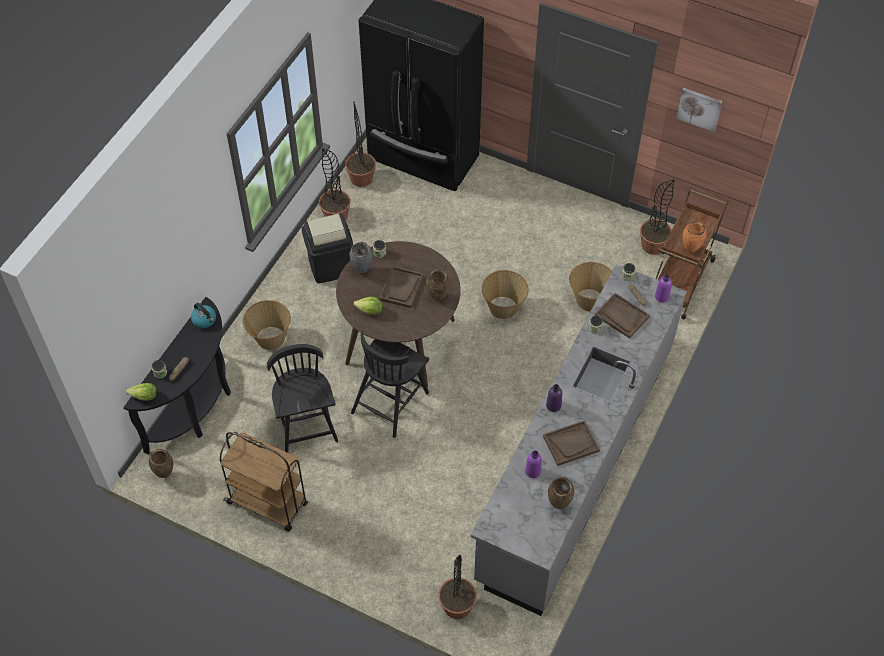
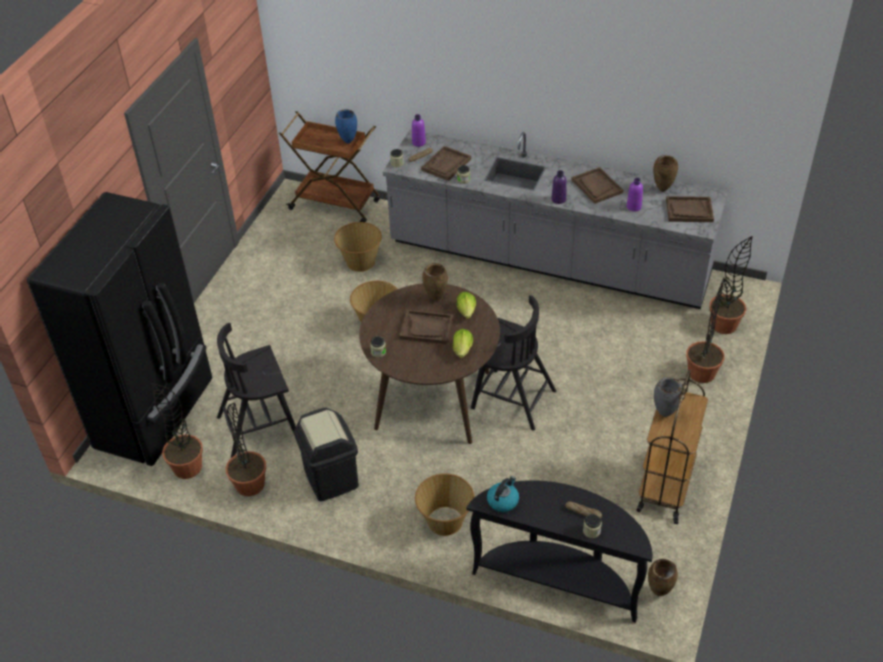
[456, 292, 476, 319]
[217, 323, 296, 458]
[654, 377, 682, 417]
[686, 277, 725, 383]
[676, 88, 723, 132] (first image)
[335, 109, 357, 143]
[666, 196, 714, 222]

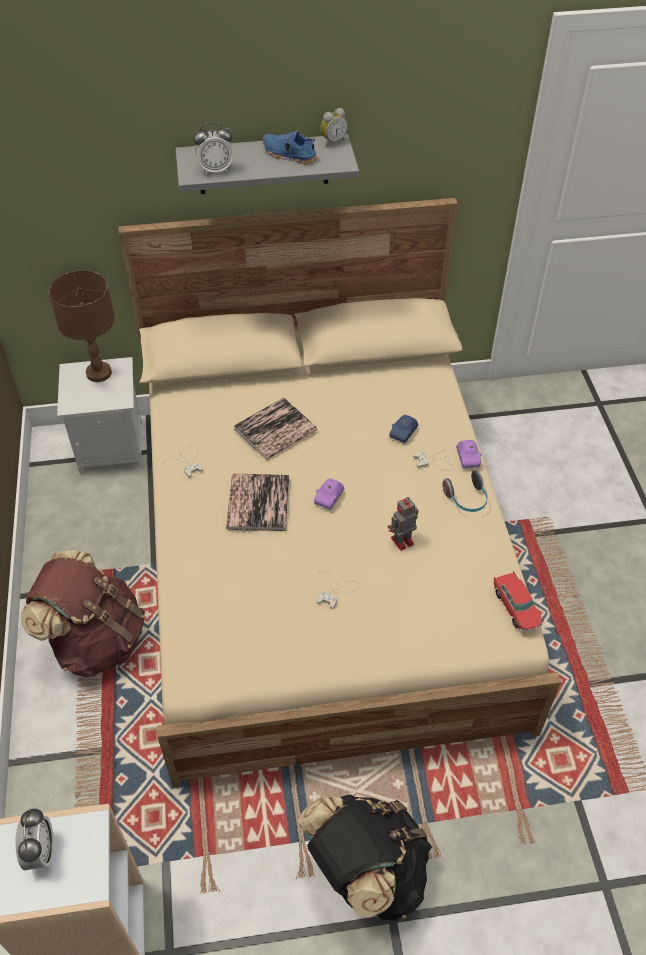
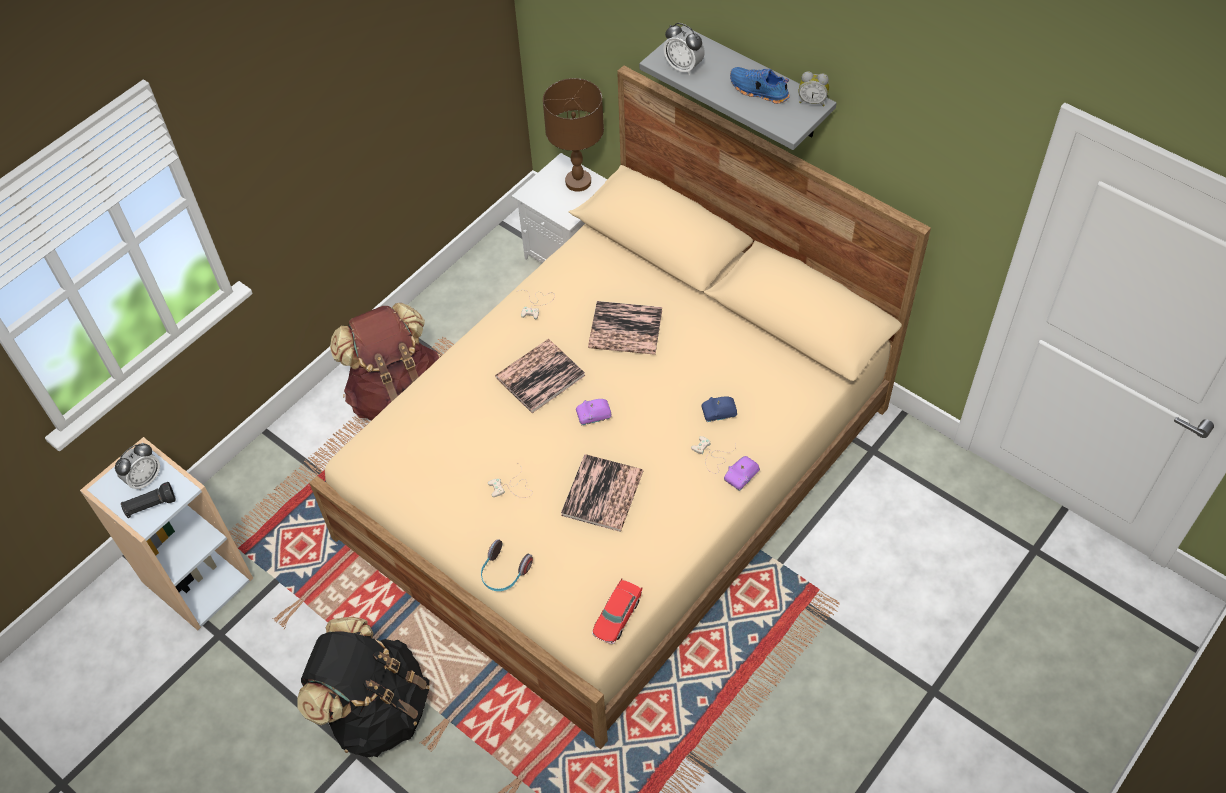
[730, 67, 790, 104]
[561, 454, 643, 532]
[481, 539, 533, 591]
[121, 482, 176, 518]

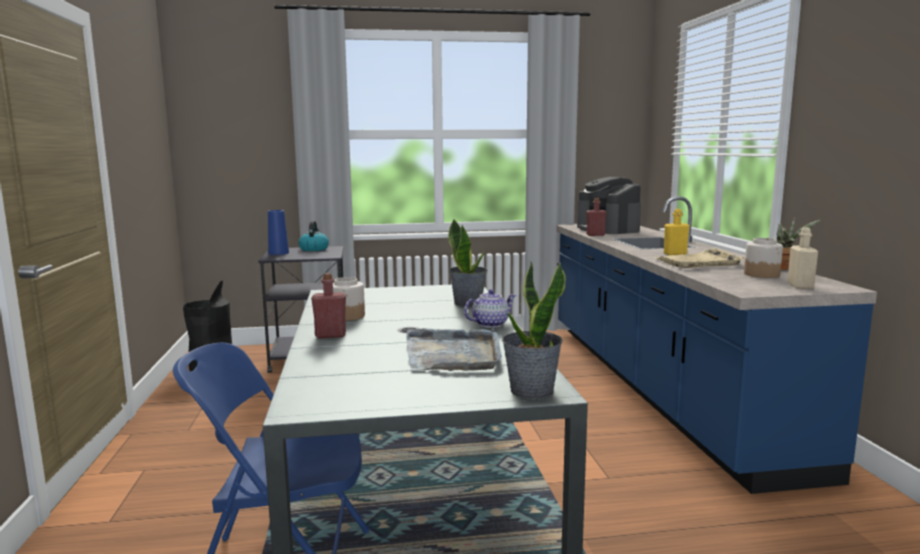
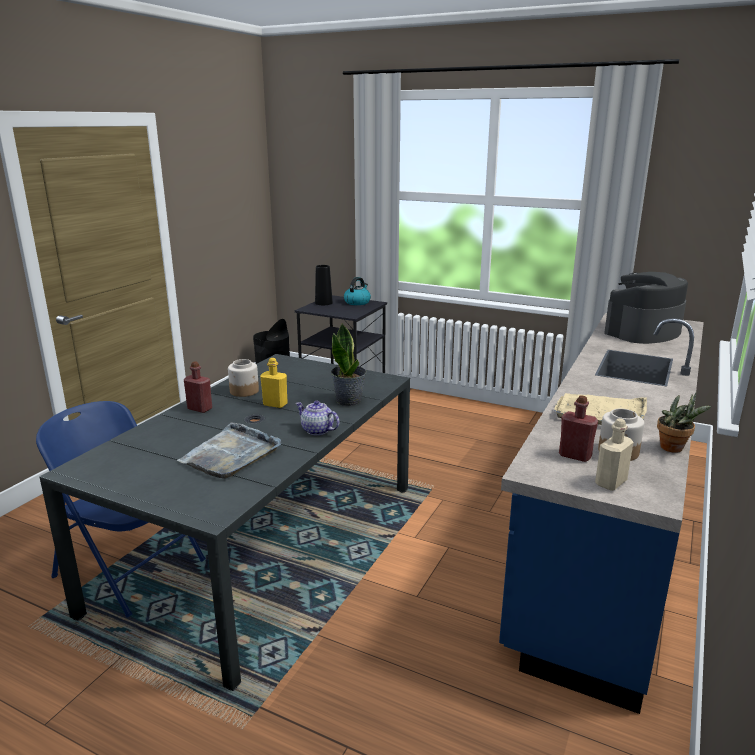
[315, 265, 333, 305]
[296, 401, 340, 436]
[502, 261, 566, 399] (first image)
[604, 272, 688, 344]
[559, 395, 598, 462]
[260, 358, 288, 408]

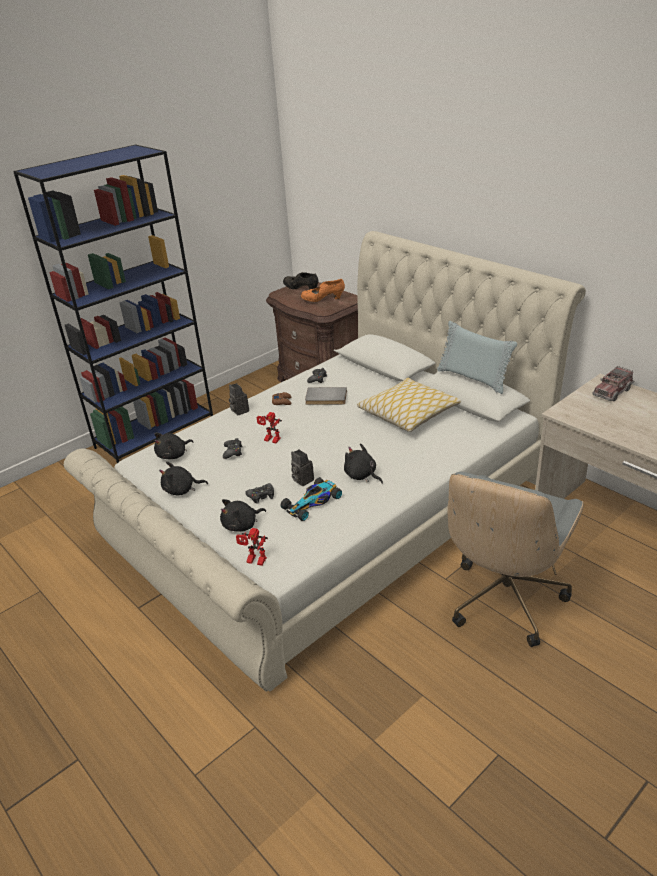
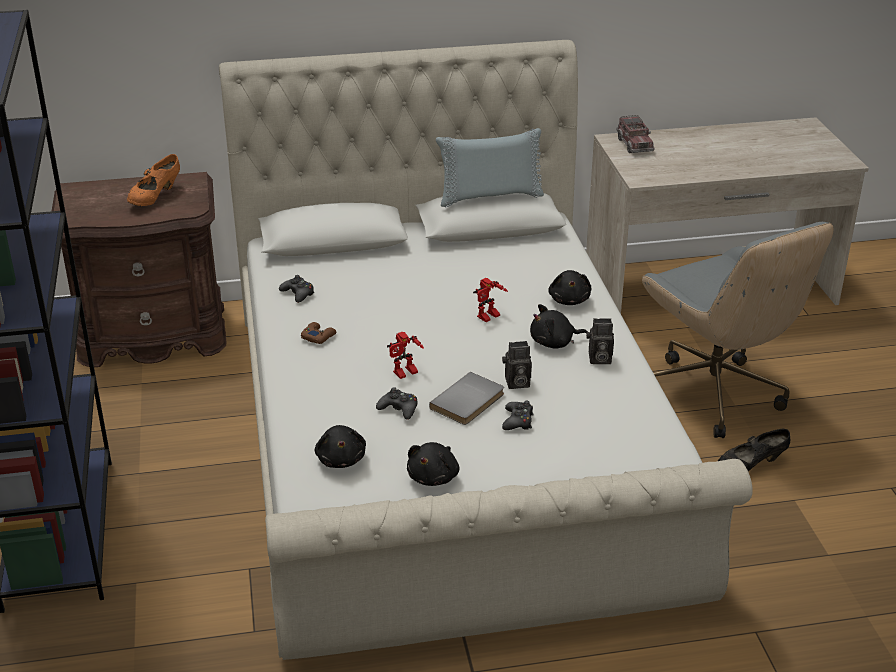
[548, 270, 591, 305]
[586, 318, 614, 364]
[473, 278, 508, 322]
[280, 477, 342, 521] (first image)
[718, 429, 790, 471]
[429, 372, 504, 425]
[357, 378, 461, 432] (first image)

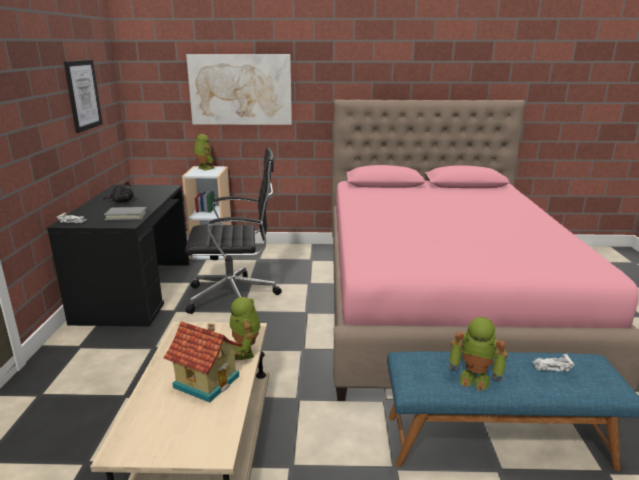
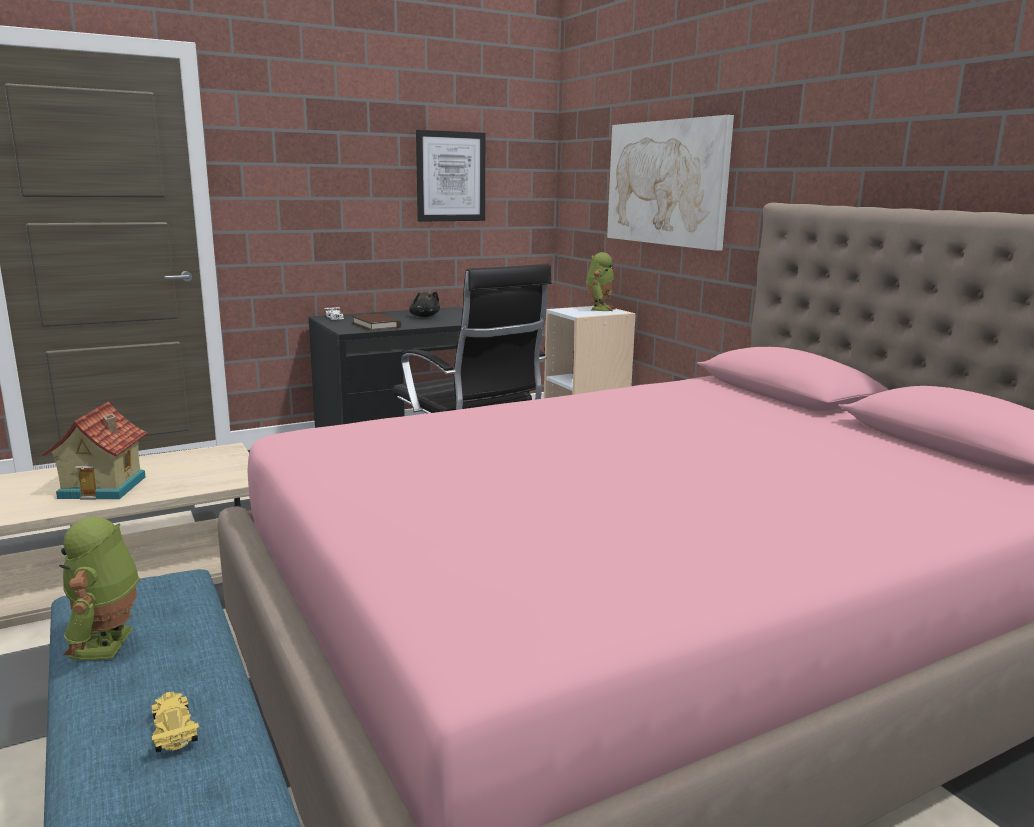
[352, 314, 401, 331]
[230, 297, 260, 360] (first image)
[151, 692, 199, 752]

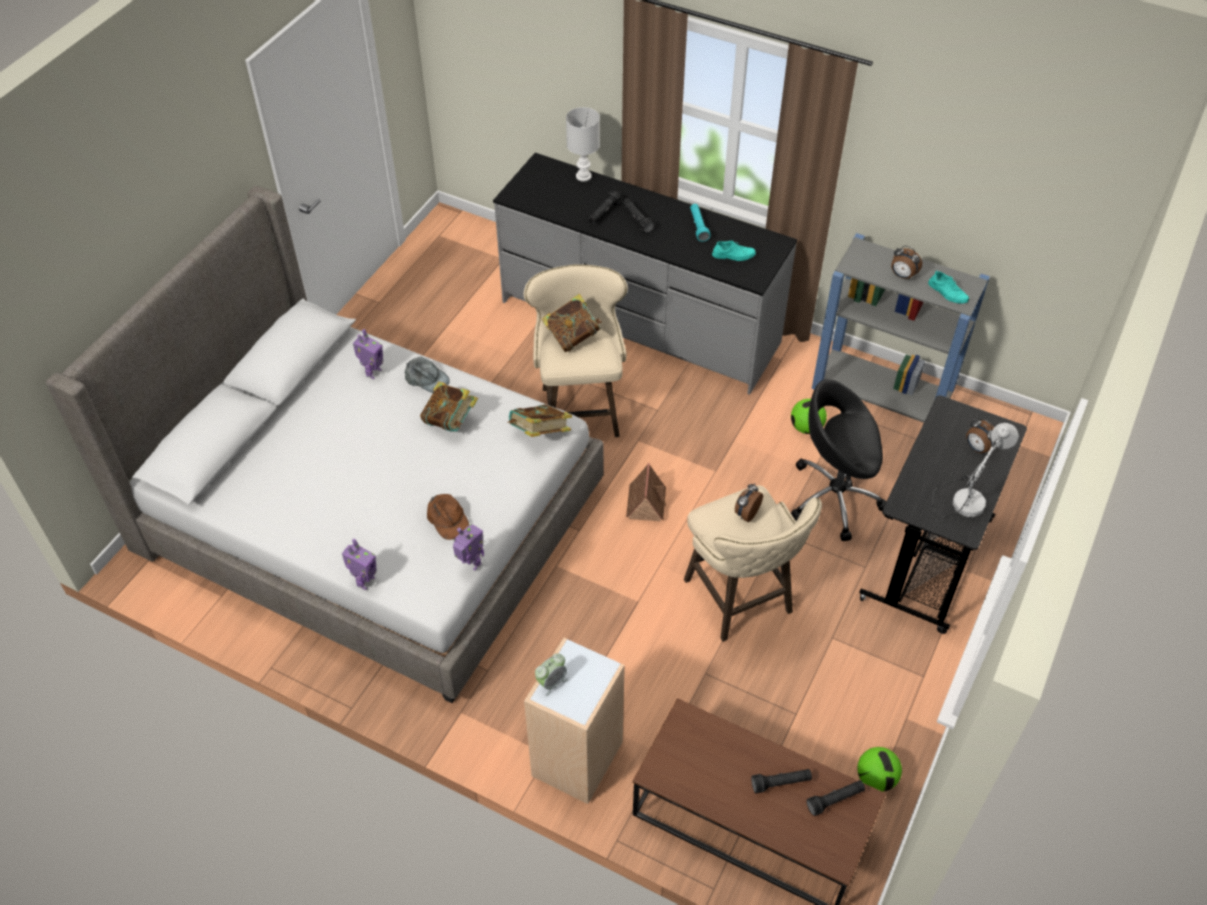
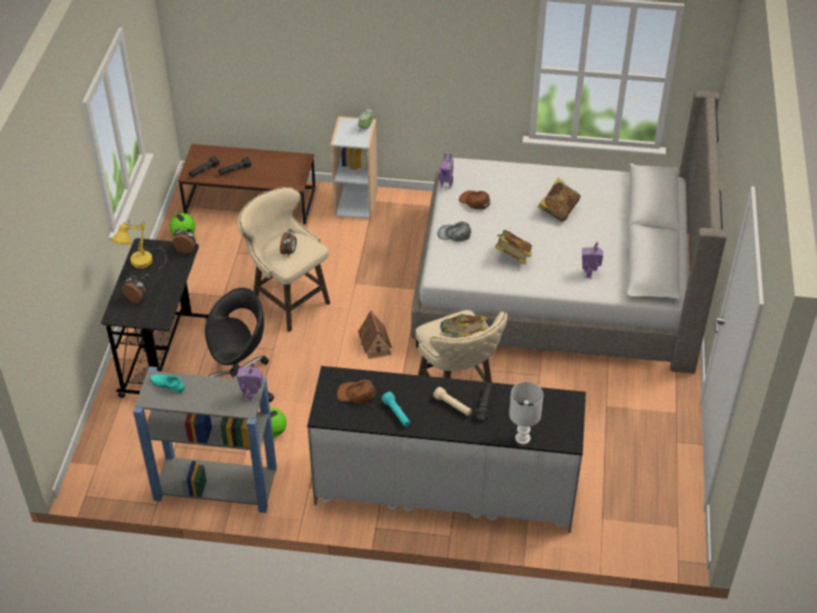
[237, 362, 263, 402]
[438, 222, 471, 242]
[538, 178, 581, 222]
[433, 387, 471, 416]
[337, 379, 376, 404]
[172, 226, 196, 254]
[112, 221, 167, 279]

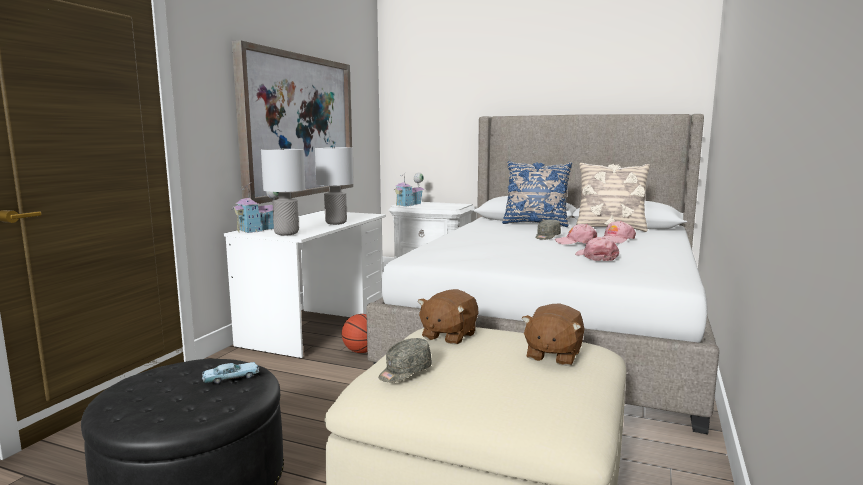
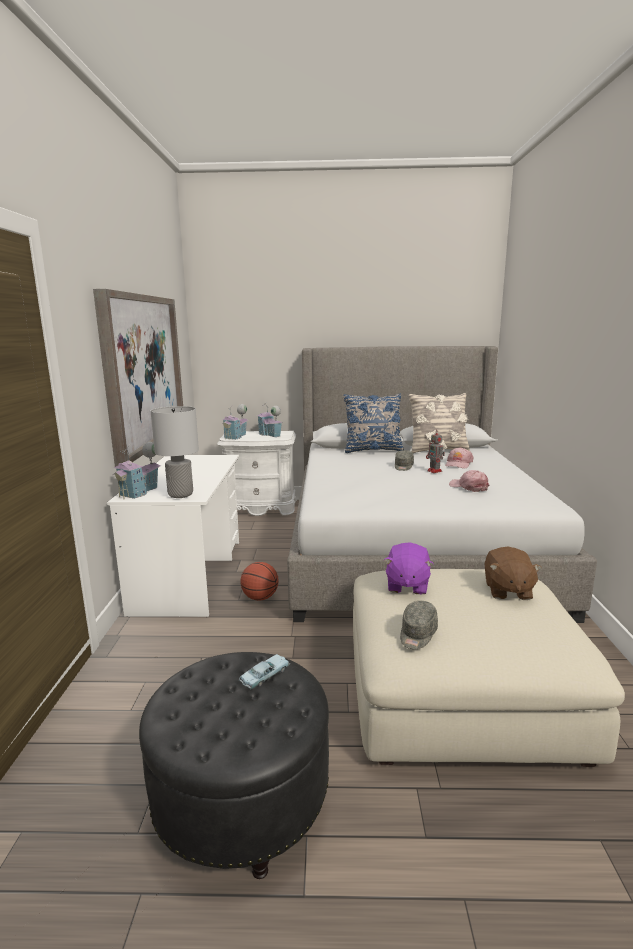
[315, 147, 353, 225] (first image)
[384, 542, 434, 594]
[426, 430, 445, 473]
[257, 402, 283, 437]

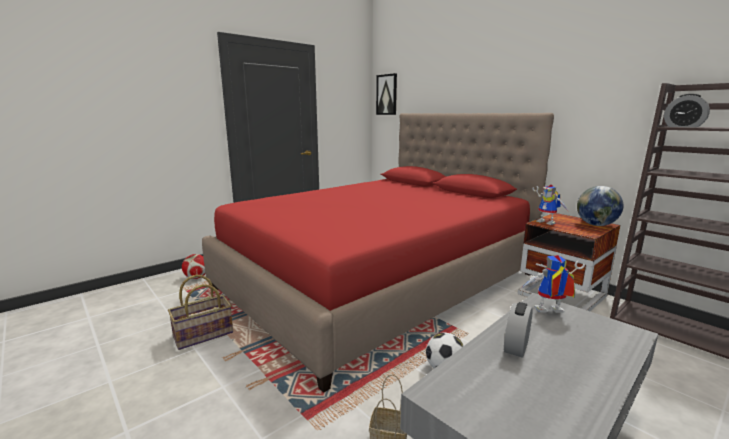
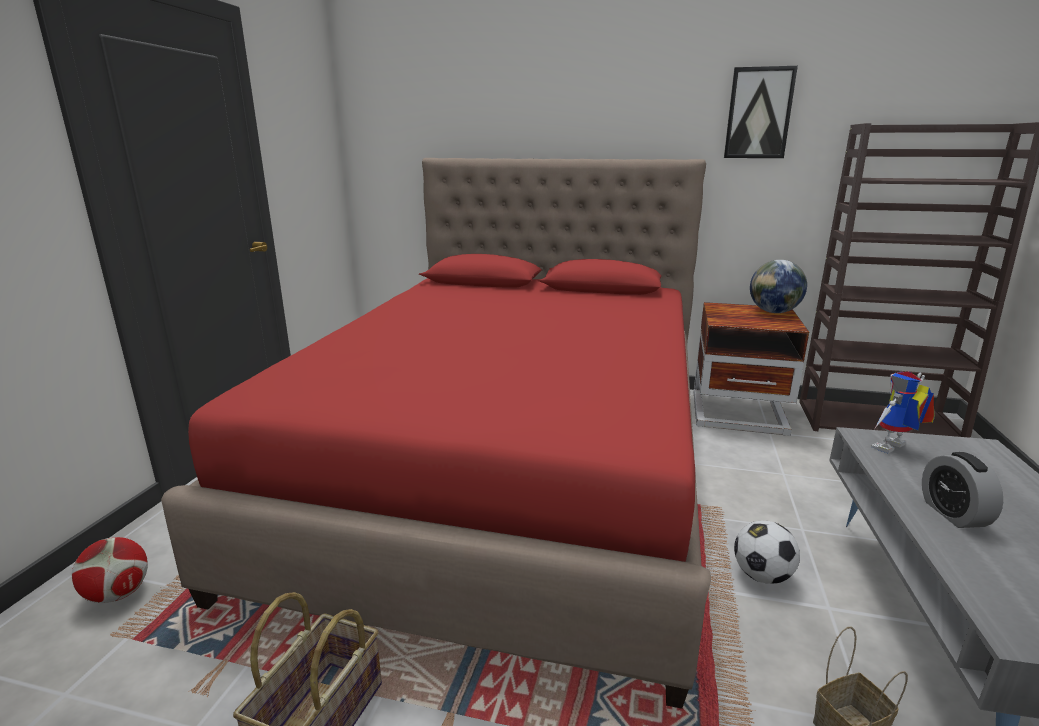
[724, 66, 798, 158]
[533, 185, 569, 225] (first image)
[664, 94, 710, 127] (first image)

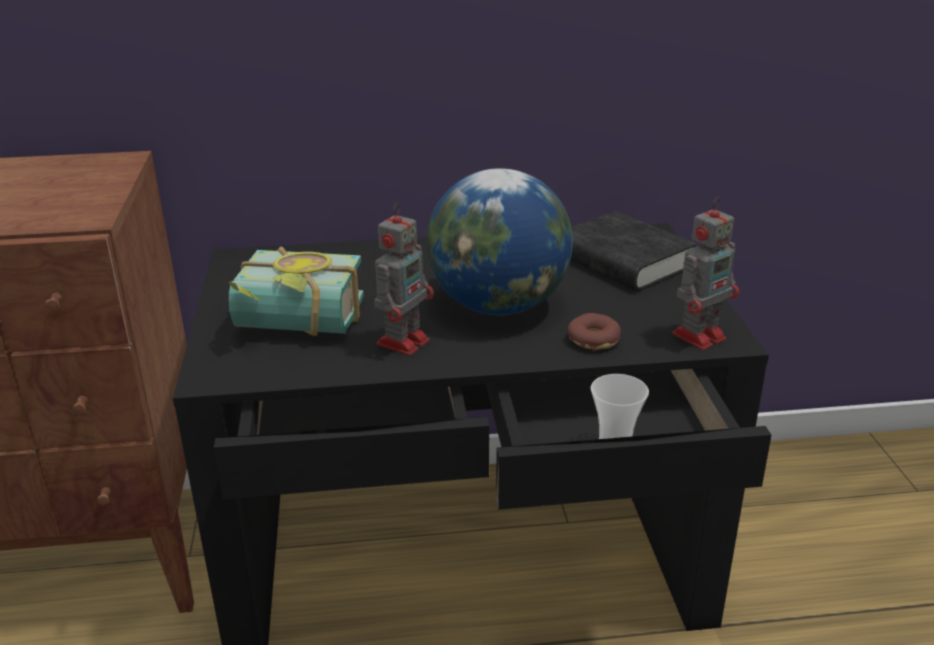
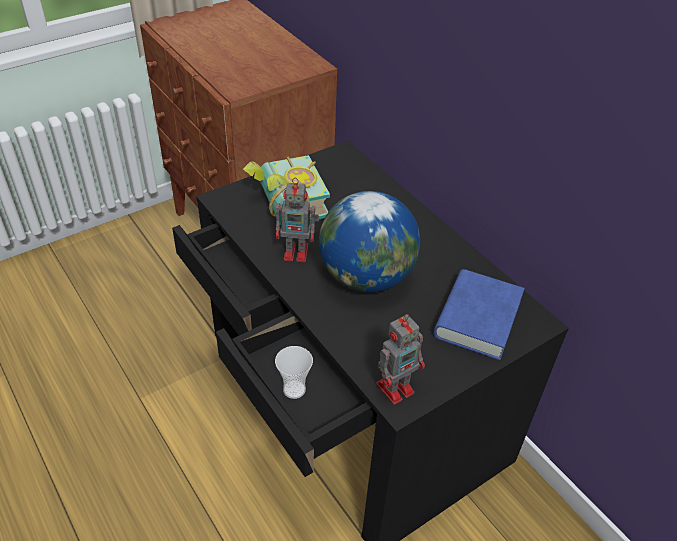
[568, 313, 621, 351] (first image)
[434, 269, 525, 360]
[376, 314, 425, 405]

